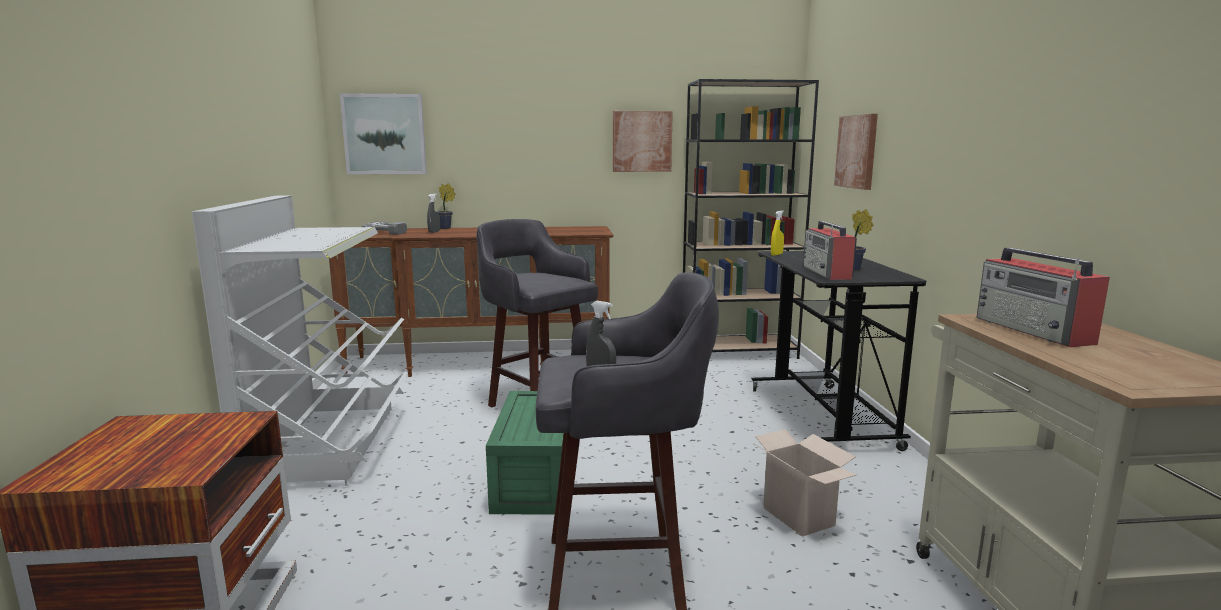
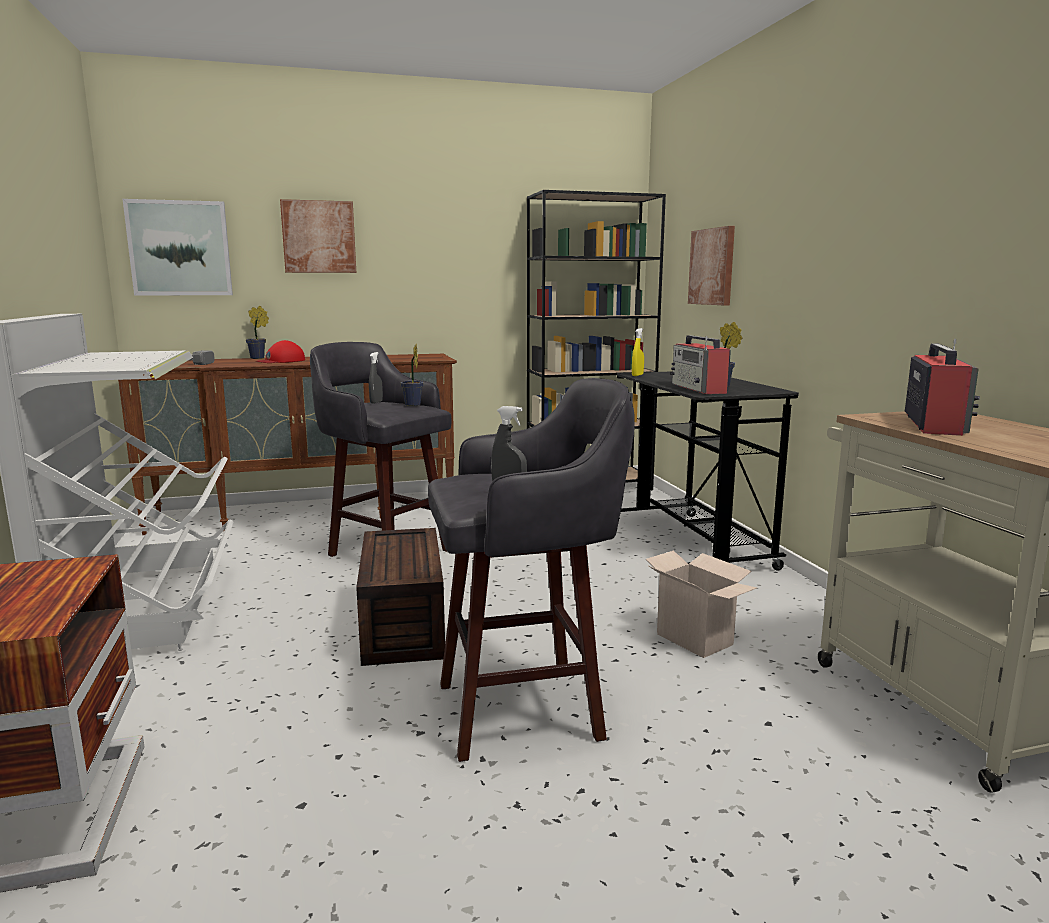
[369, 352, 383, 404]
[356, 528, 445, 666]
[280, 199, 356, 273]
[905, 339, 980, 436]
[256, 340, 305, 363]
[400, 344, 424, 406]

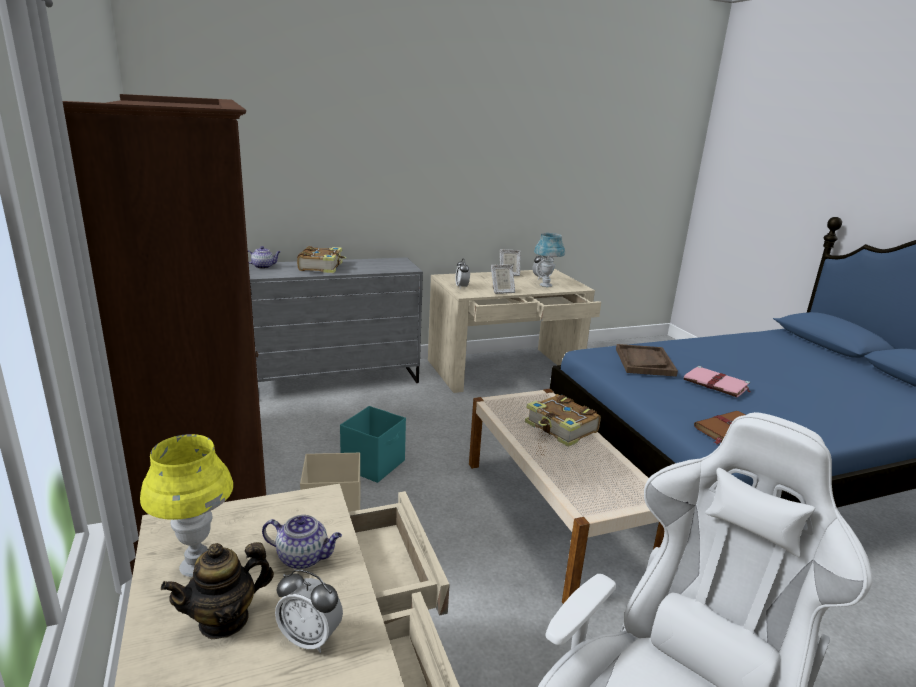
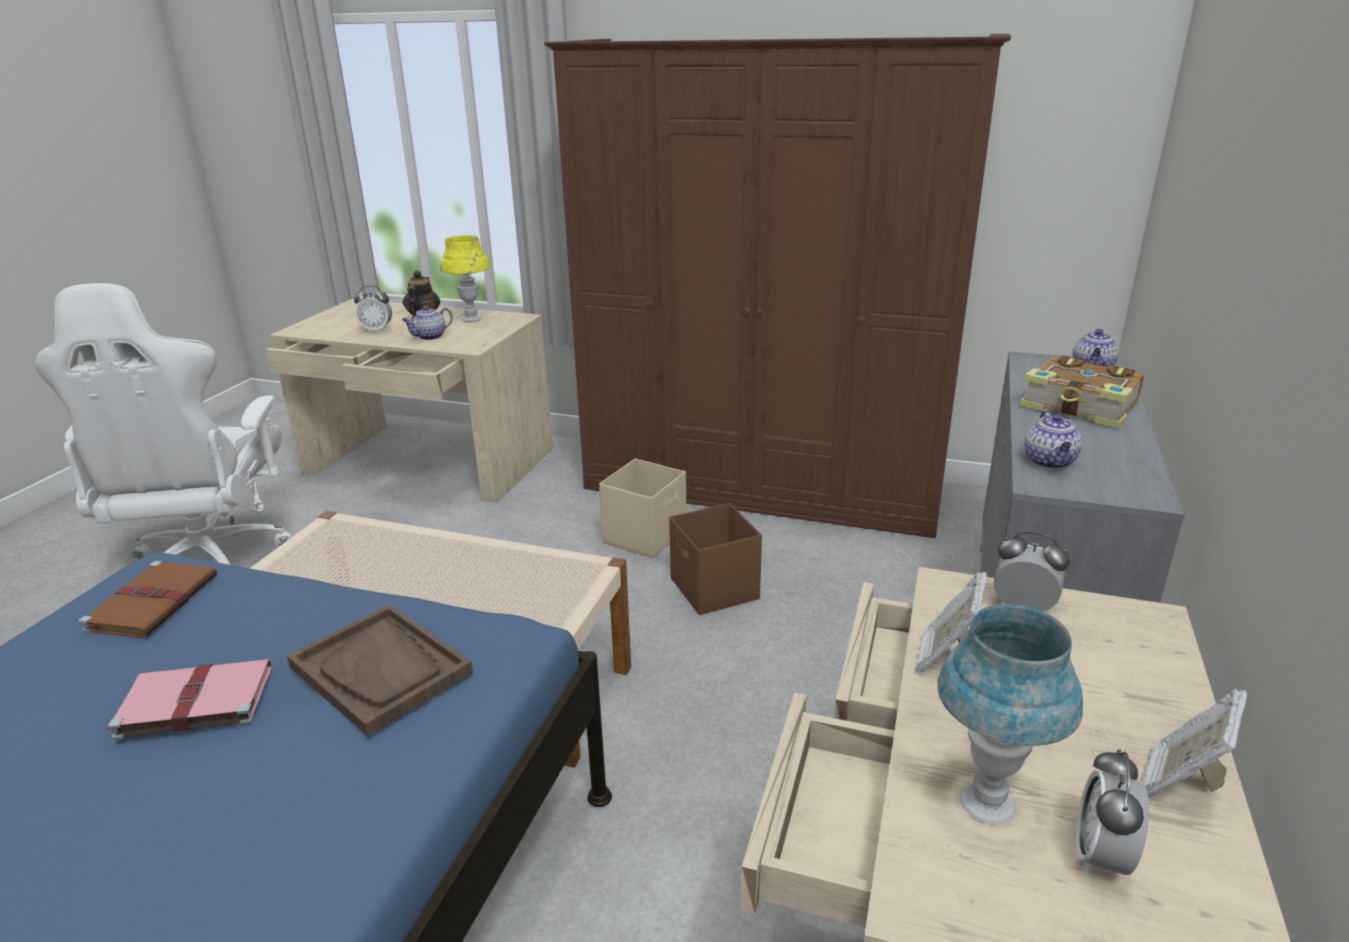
[354, 286, 392, 332]
[669, 503, 762, 615]
[525, 394, 601, 447] (first image)
[1024, 410, 1082, 469]

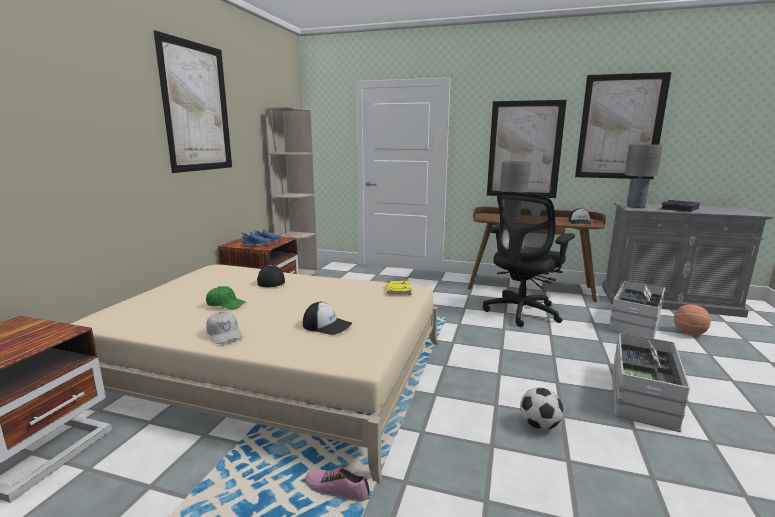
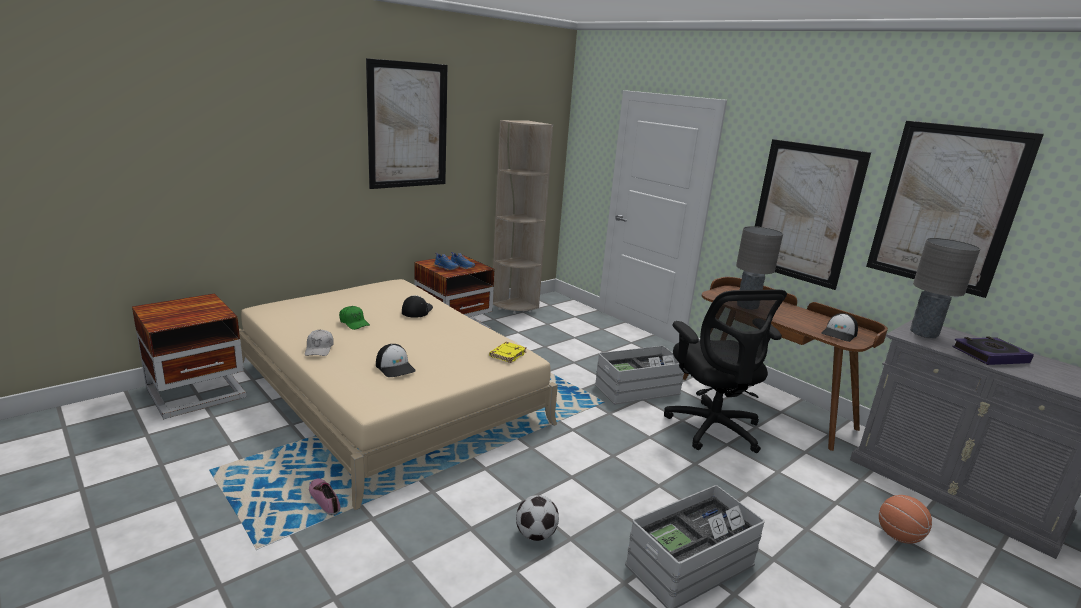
[664, 289, 787, 453]
[595, 346, 685, 405]

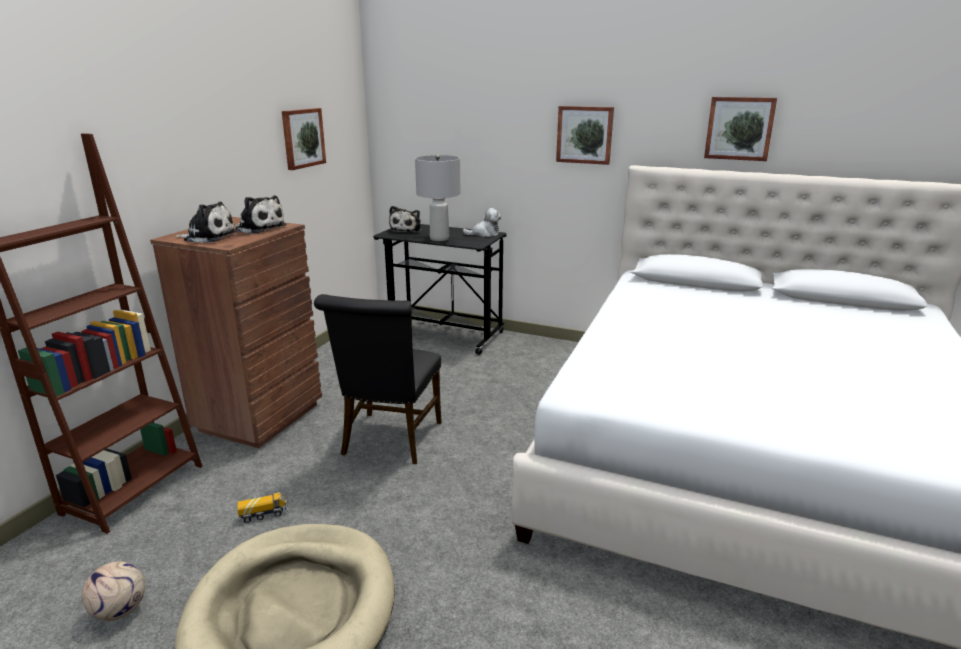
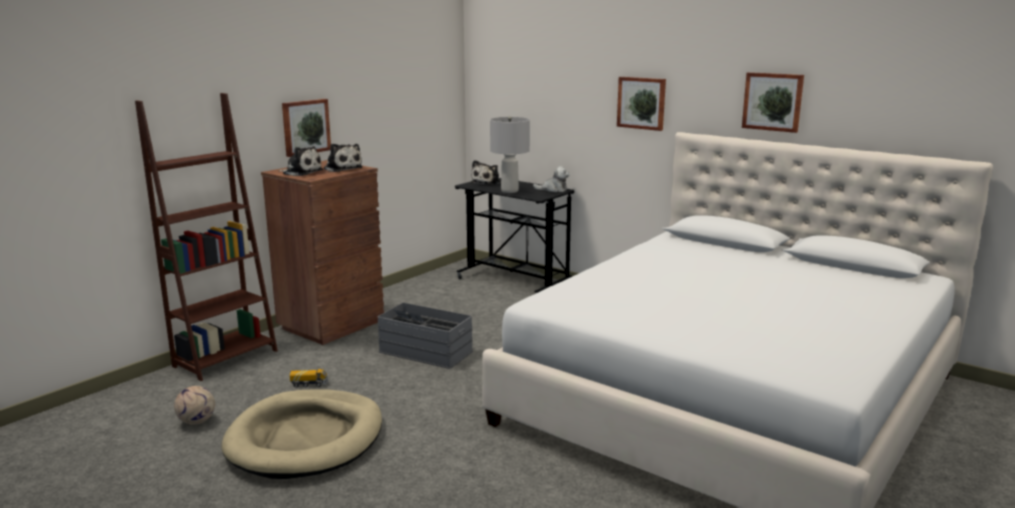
[282, 99, 331, 157]
[377, 303, 473, 369]

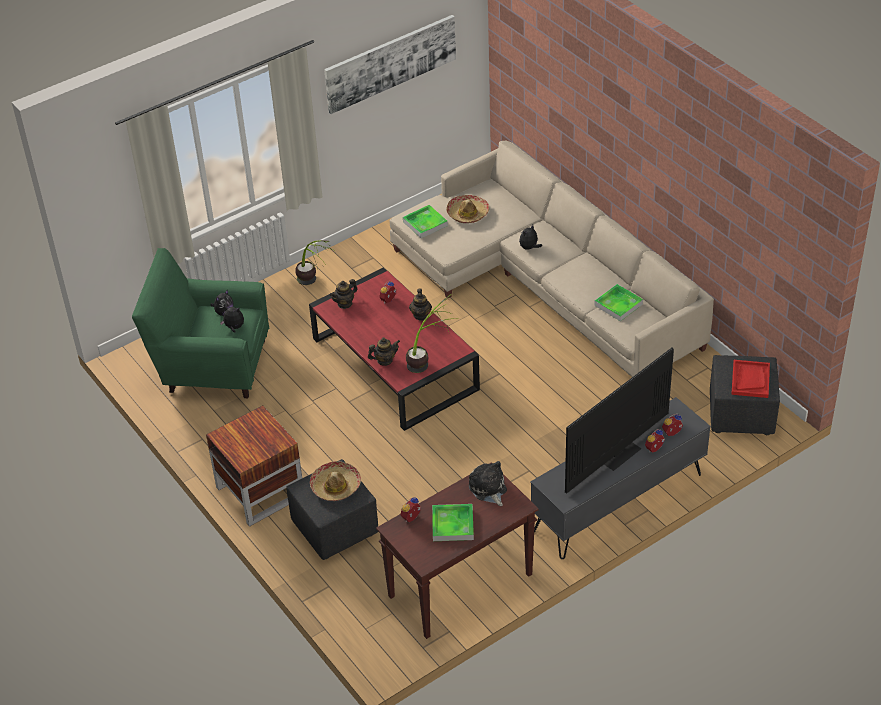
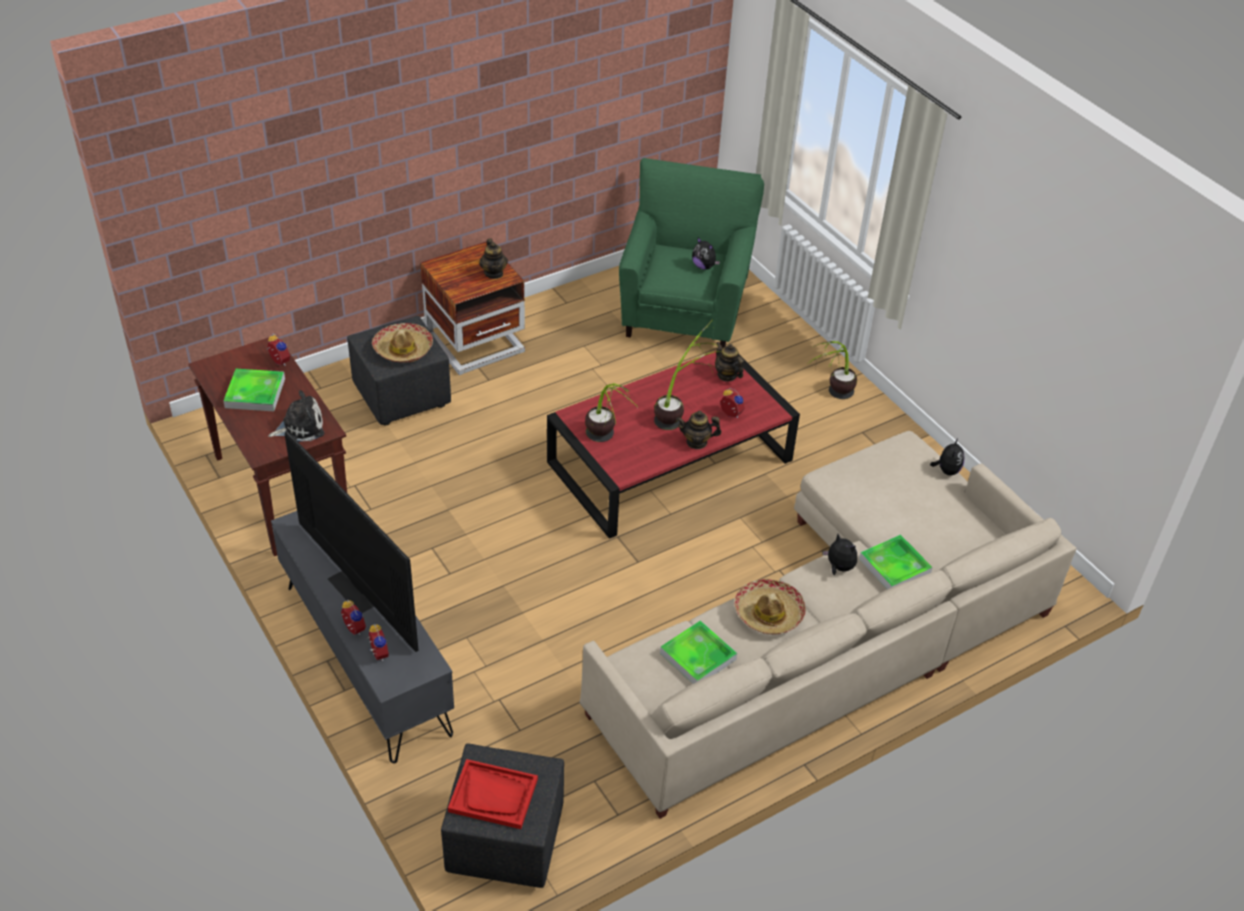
[930, 437, 965, 475]
[324, 15, 456, 114] (first image)
[479, 238, 508, 279]
[859, 534, 933, 589]
[734, 579, 806, 635]
[654, 319, 716, 430]

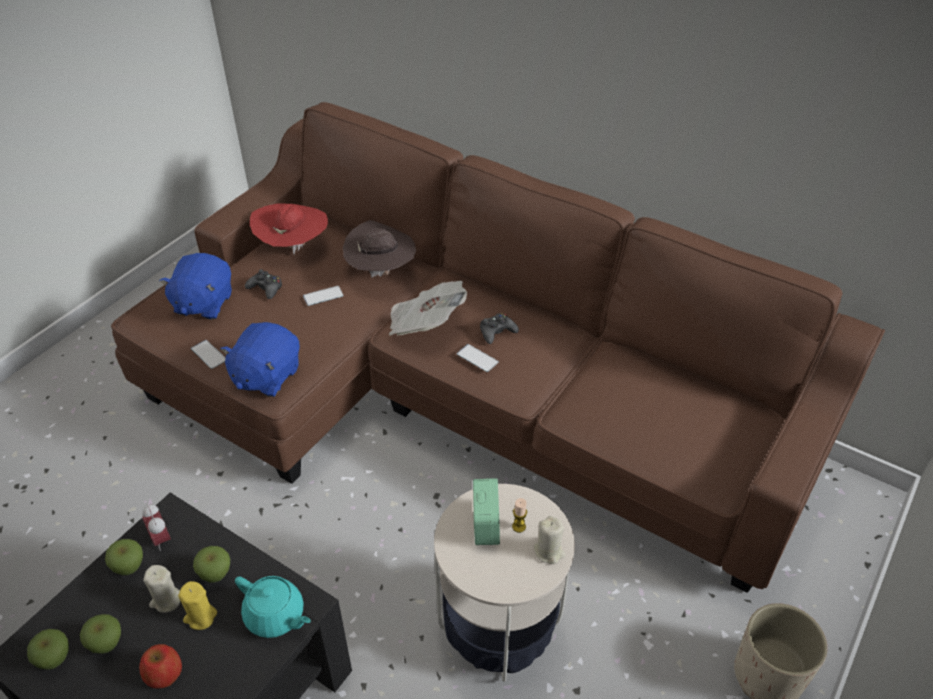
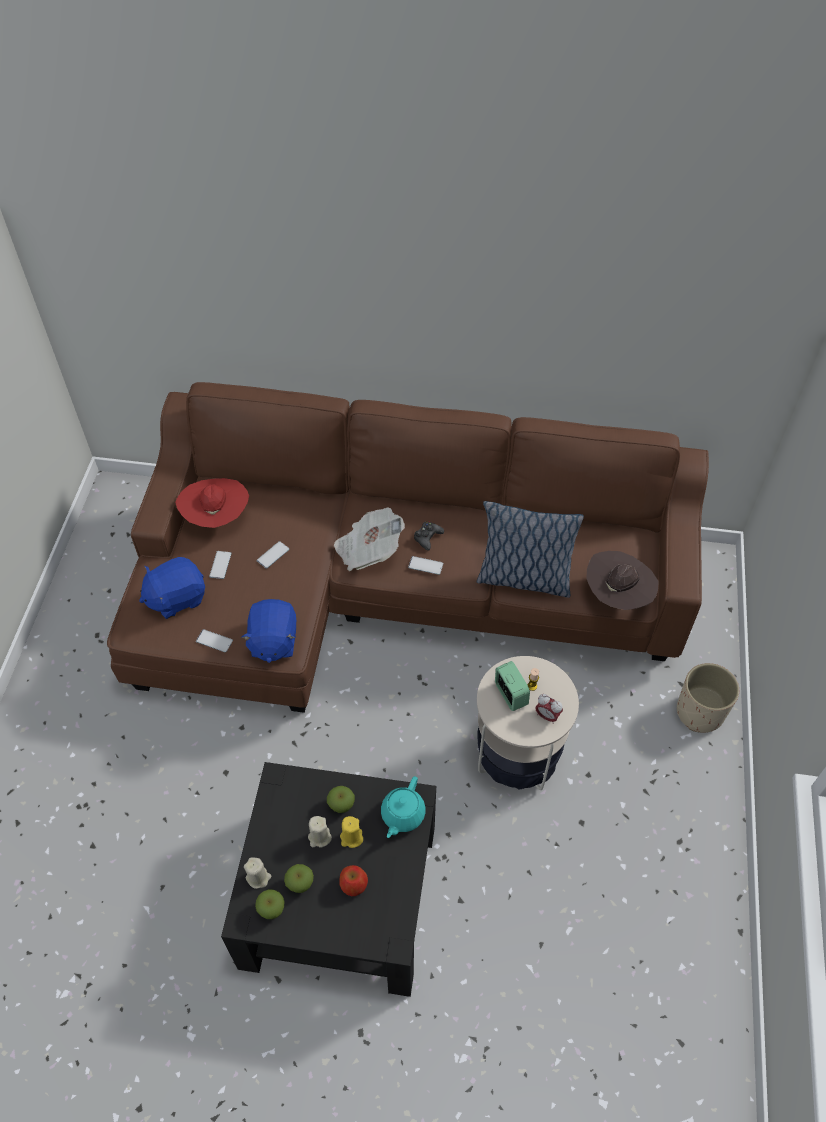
[105, 539, 143, 575] (first image)
[535, 694, 563, 724]
[139, 557, 205, 619]
[381, 776, 426, 838]
[209, 551, 231, 579]
[586, 551, 658, 610]
[244, 857, 271, 889]
[477, 501, 584, 598]

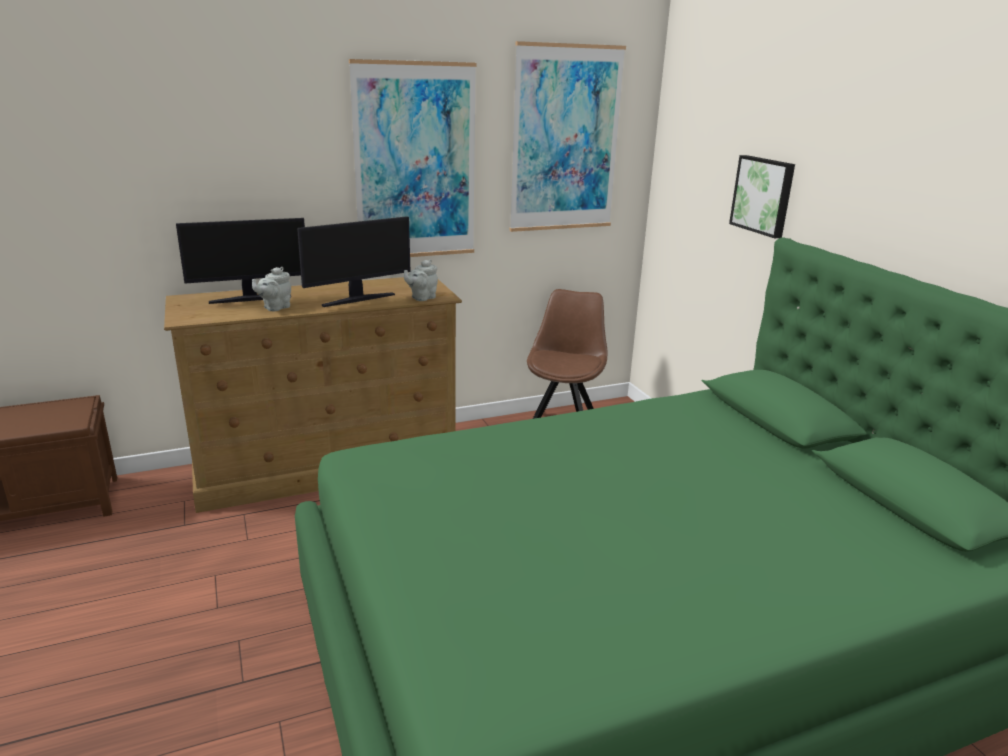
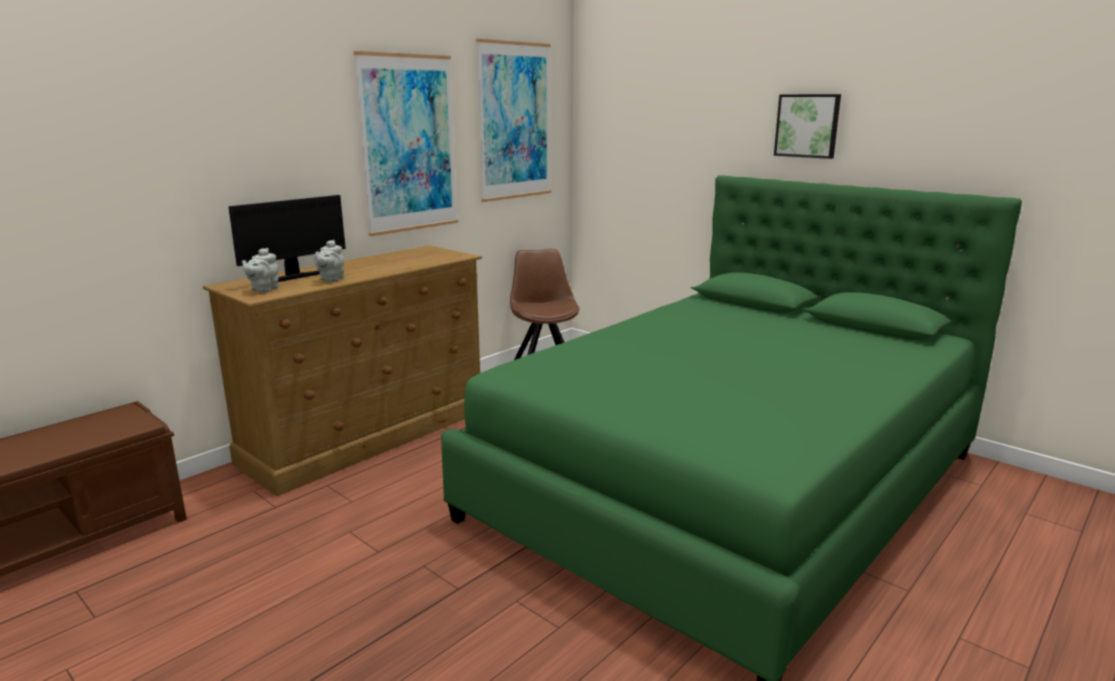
[297, 216, 410, 307] (first image)
[242, 248, 279, 292]
[774, 94, 841, 159]

